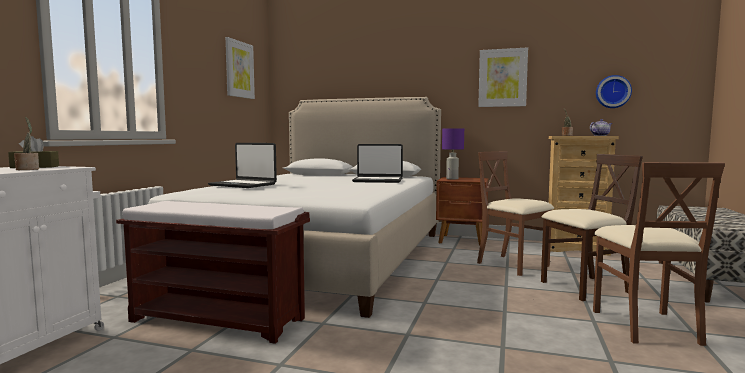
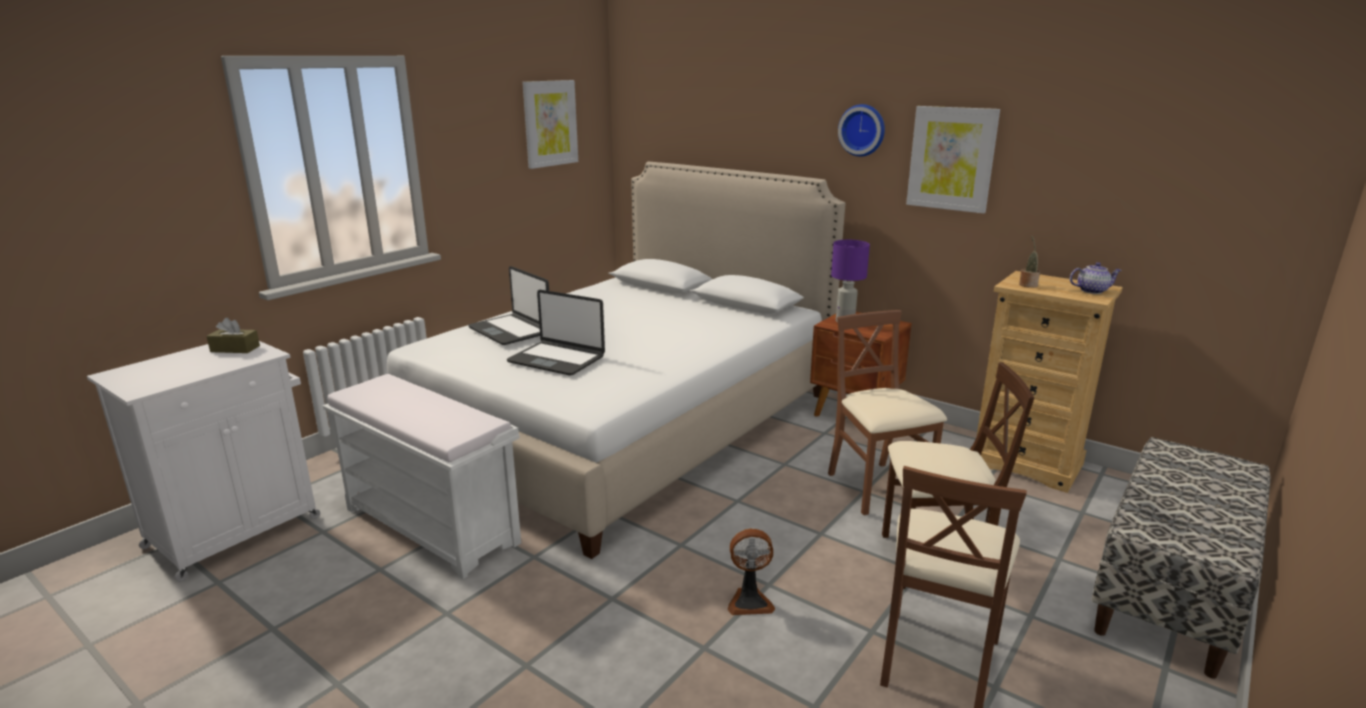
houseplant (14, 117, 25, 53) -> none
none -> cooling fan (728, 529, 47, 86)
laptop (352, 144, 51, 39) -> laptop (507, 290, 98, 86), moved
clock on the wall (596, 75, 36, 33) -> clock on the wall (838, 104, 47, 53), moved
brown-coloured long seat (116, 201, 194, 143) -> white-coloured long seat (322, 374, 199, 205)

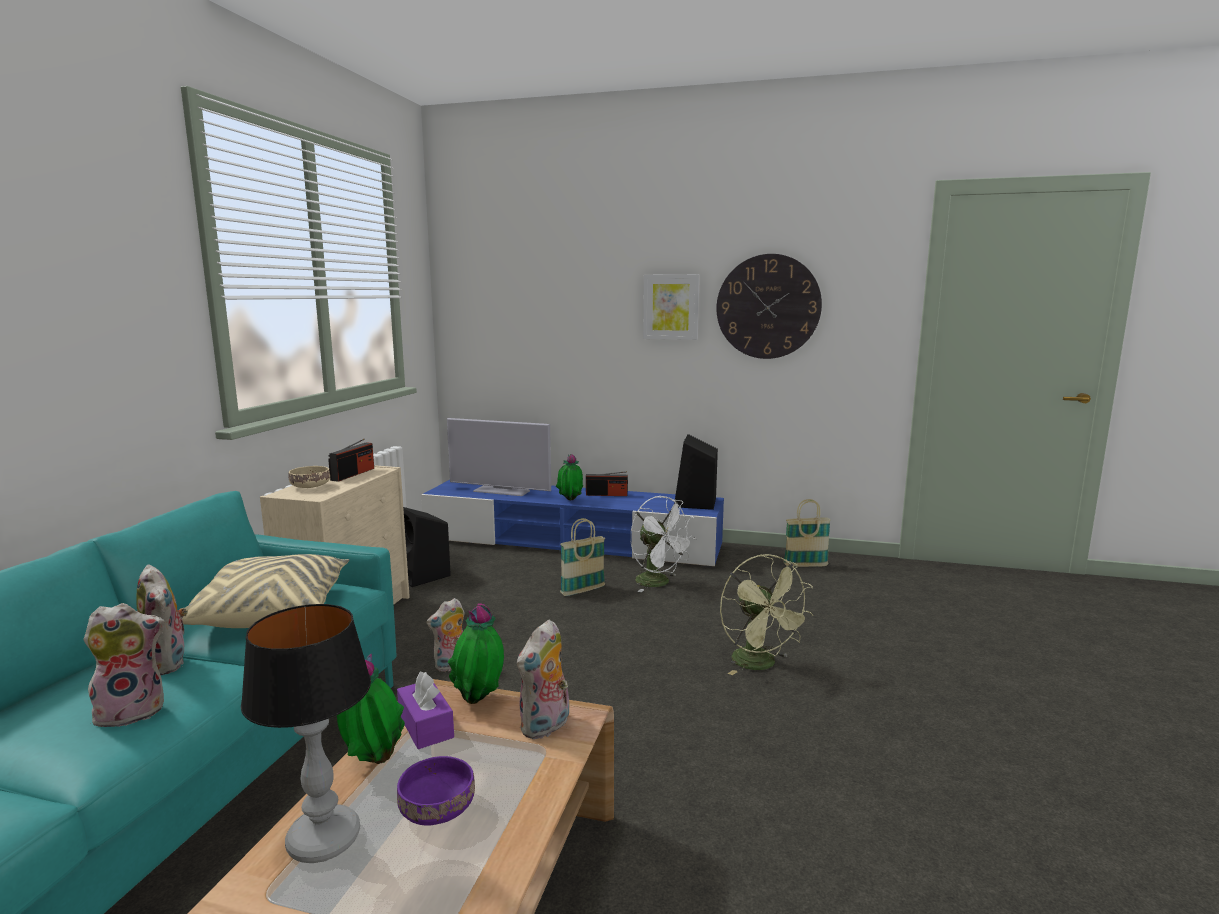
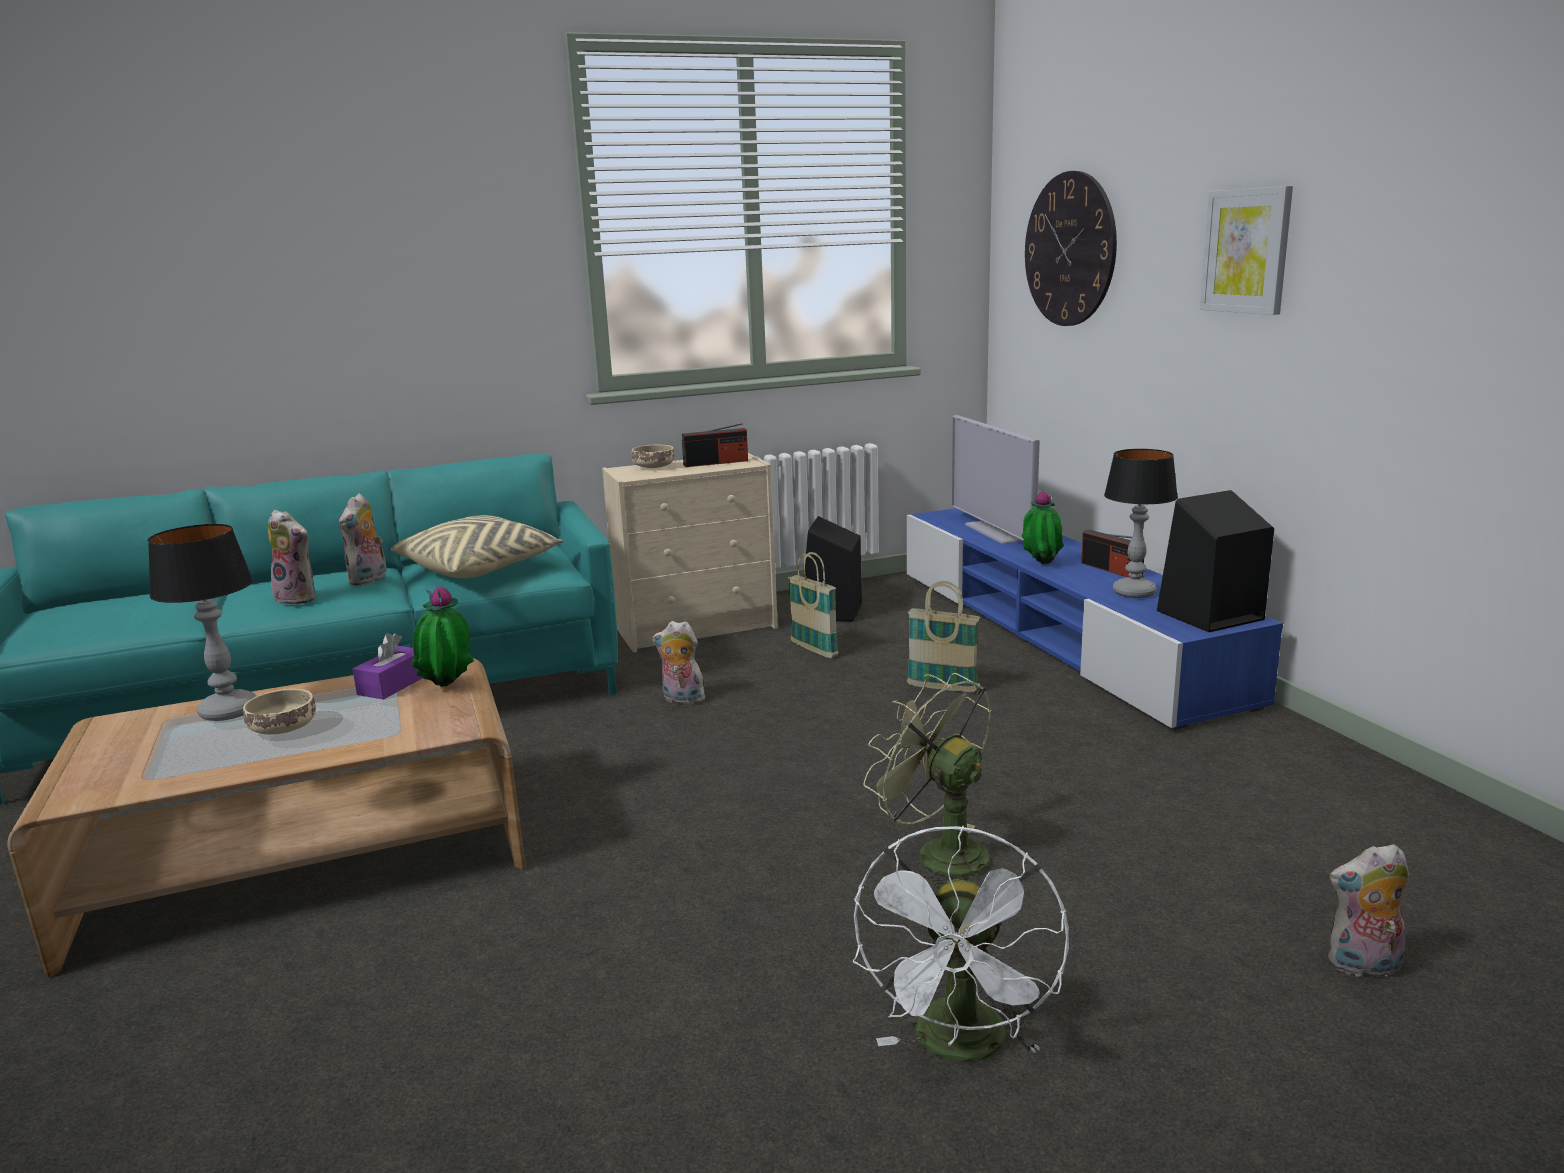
houseplant (337, 654, 68, 110) -> none
none -> tabletop lamp (1104, 449, 74, 149)
cuddly toy (517, 620, 52, 119) -> cuddly toy (1328, 844, 81, 137), moved
white-coloured cooling fan (630, 496, 66, 96) -> white-coloured cooling fan (852, 826, 217, 236), moved
clock on the wall (716, 254, 106, 105) -> clock on the wall (1025, 171, 92, 155), moved
household basket (784, 499, 47, 68) -> household basket (788, 552, 50, 106), moved
purple-coloured bowl (397, 756, 78, 70) -> beige-coloured bowl (243, 689, 73, 45)
green-coloured cooling fan (720, 554, 94, 121) -> green-coloured cooling fan (863, 673, 129, 217), 105 degrees clockwise

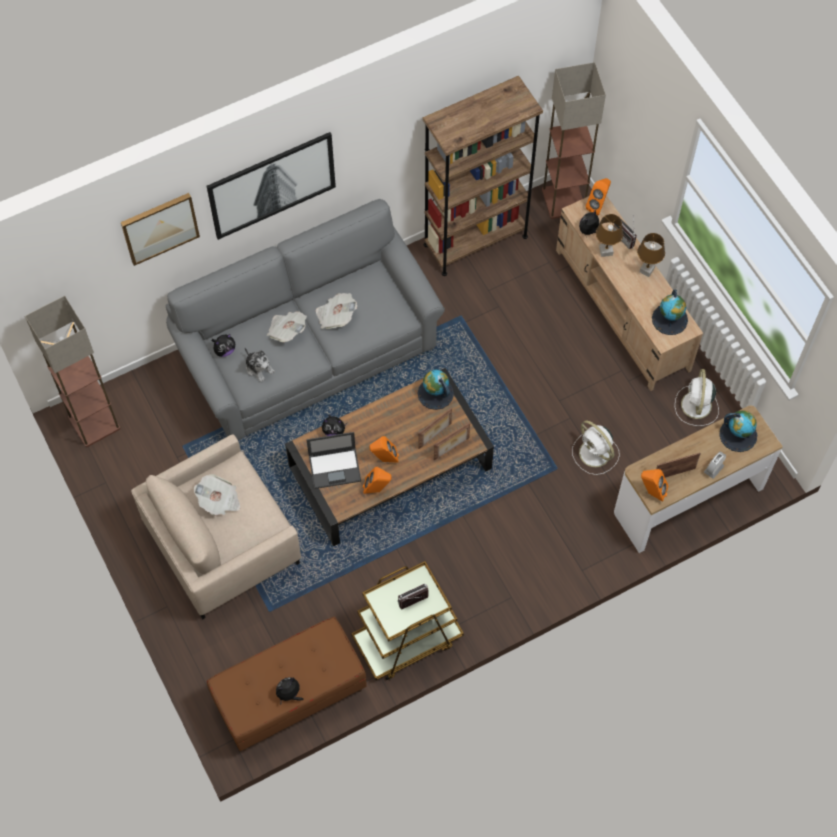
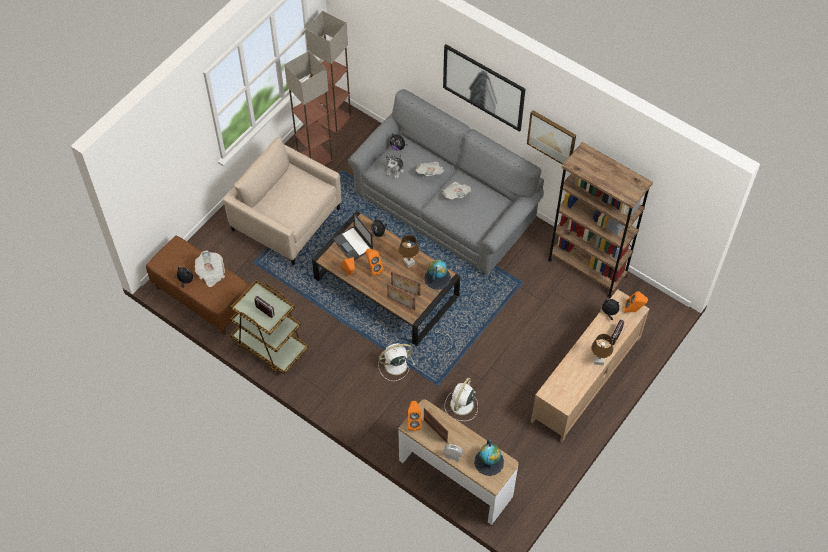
desk globe (652, 290, 36, 45) -> none
picture (121, 193, 79, 73) -> picture (527, 110, 49, 55), moved
printed paper (194, 474, 47, 42) -> printed paper (195, 250, 30, 37), moved
standard lamp (542, 62, 64, 157) -> standard lamp (284, 51, 50, 115), moved
brown-coloured tabletop lamp (596, 214, 27, 43) -> brown-coloured tabletop lamp (399, 235, 20, 33), moved
white-coloured cooling fan (675, 369, 44, 57) -> white-coloured cooling fan (378, 343, 37, 38), moved

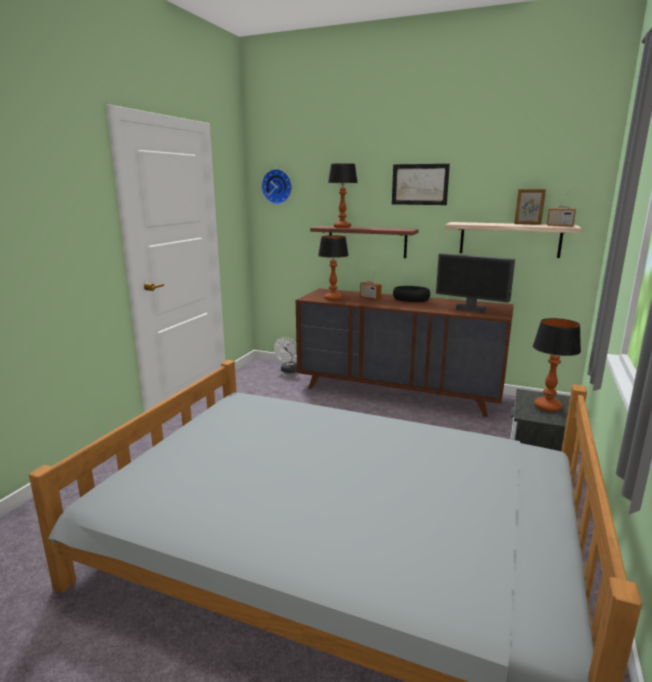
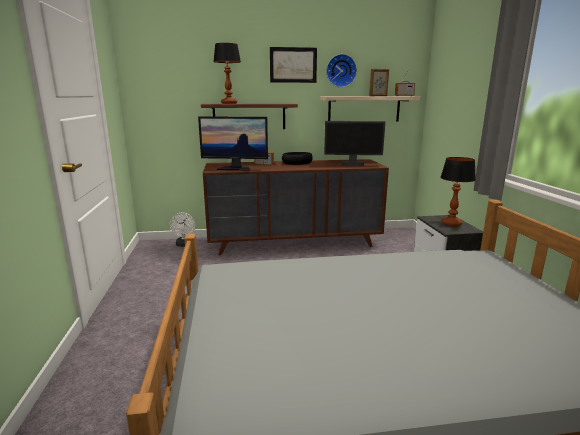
clock on the wall (261, 169, 31, 36) -> clock on the wall (326, 54, 31, 34), moved
tabletop lamp (318, 236, 31, 65) -> monitor (198, 116, 70, 55)

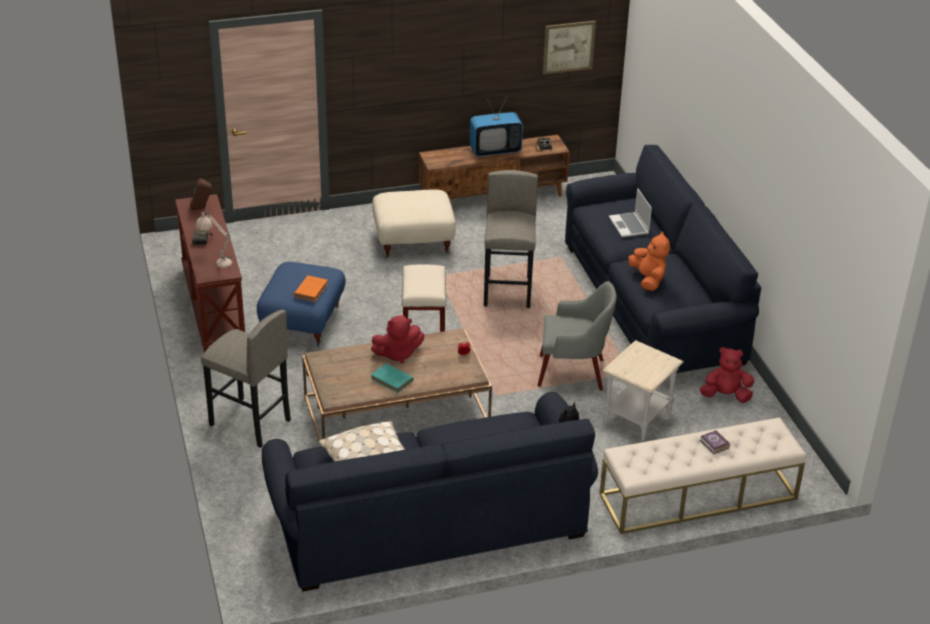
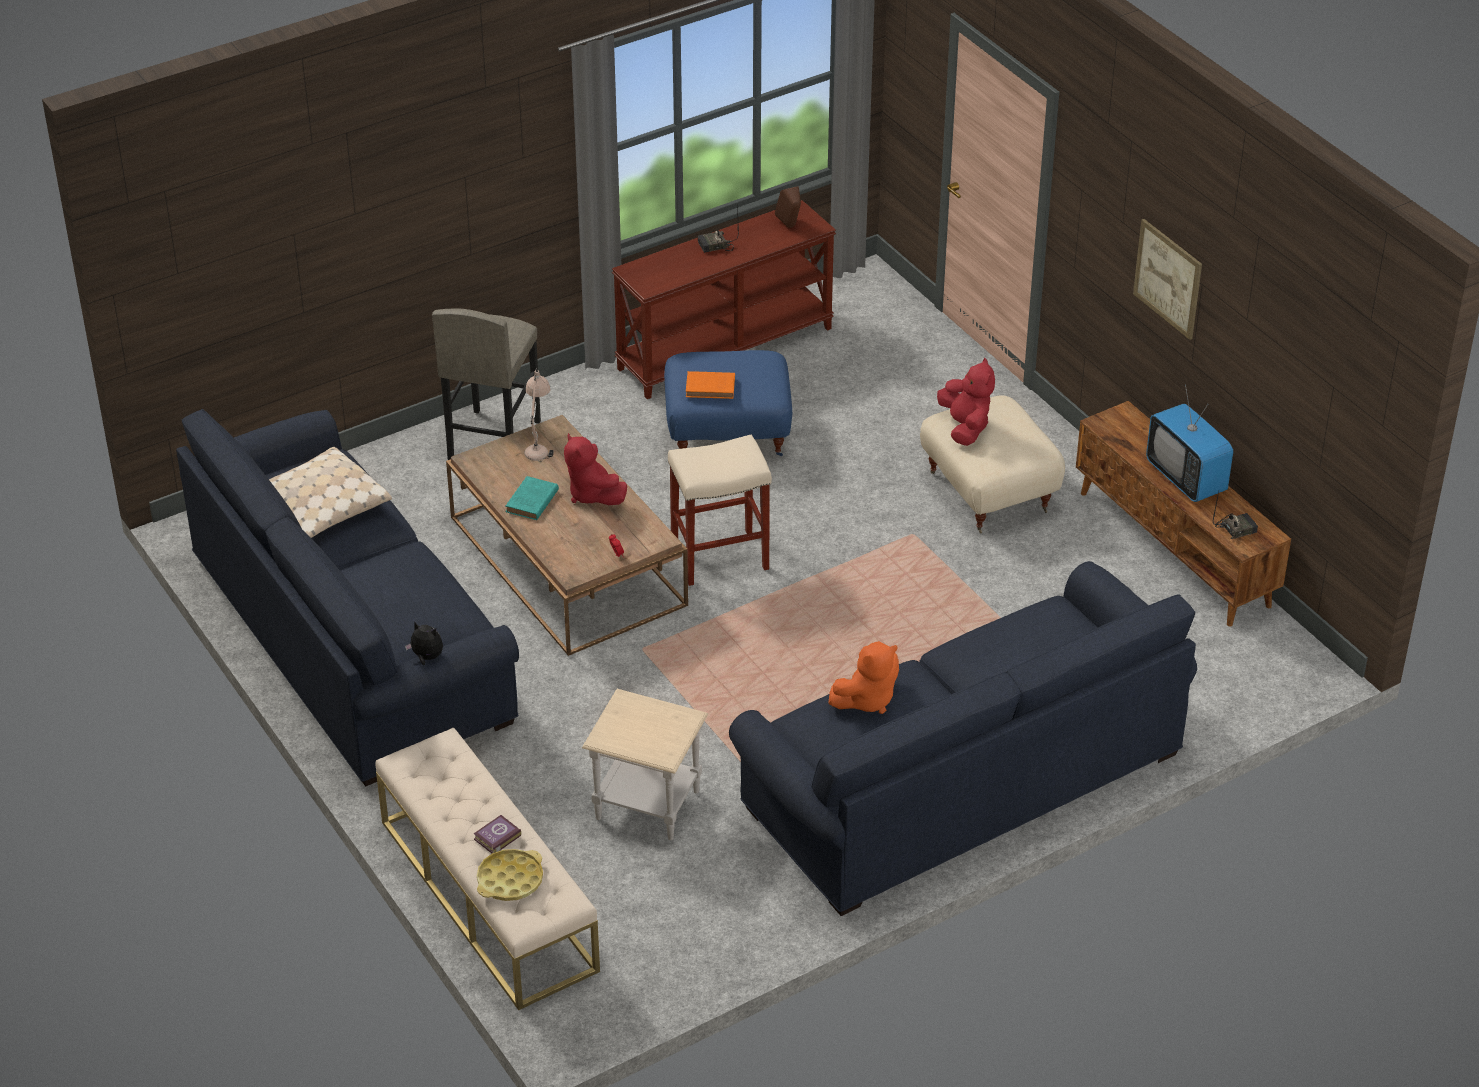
greyish stool (484, 170, 54, 138) -> none
greyish easy chair (537, 281, 80, 110) -> none
laptop (609, 188, 43, 49) -> none
none -> yellow-coloured serving tray (477, 849, 66, 52)
beige-coloured tabletop lamp (195, 210, 39, 58) -> beige-coloured tabletop lamp (525, 368, 29, 94), moved
picture (543, 21, 53, 54) -> picture (1133, 219, 69, 121), moved
red cuddly toy (700, 347, 54, 56) -> red cuddly toy (937, 358, 58, 88), moved

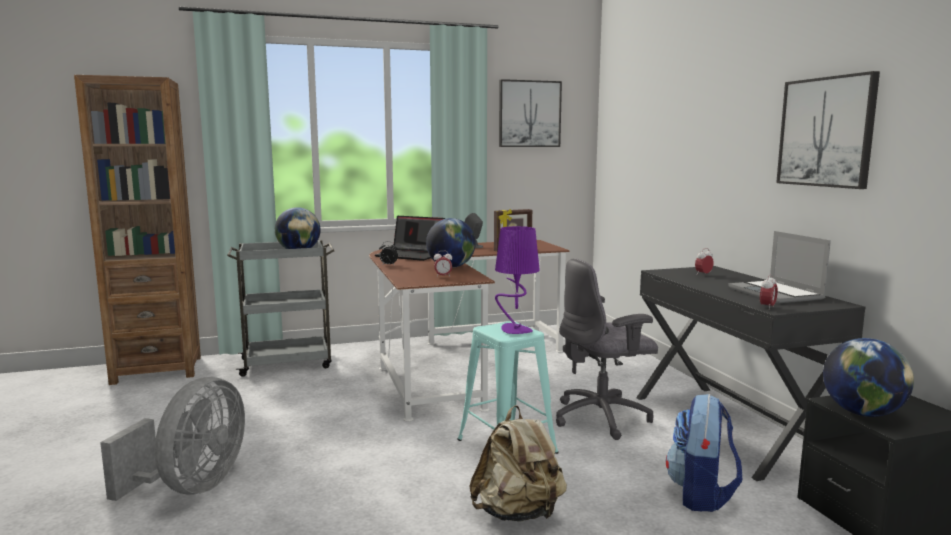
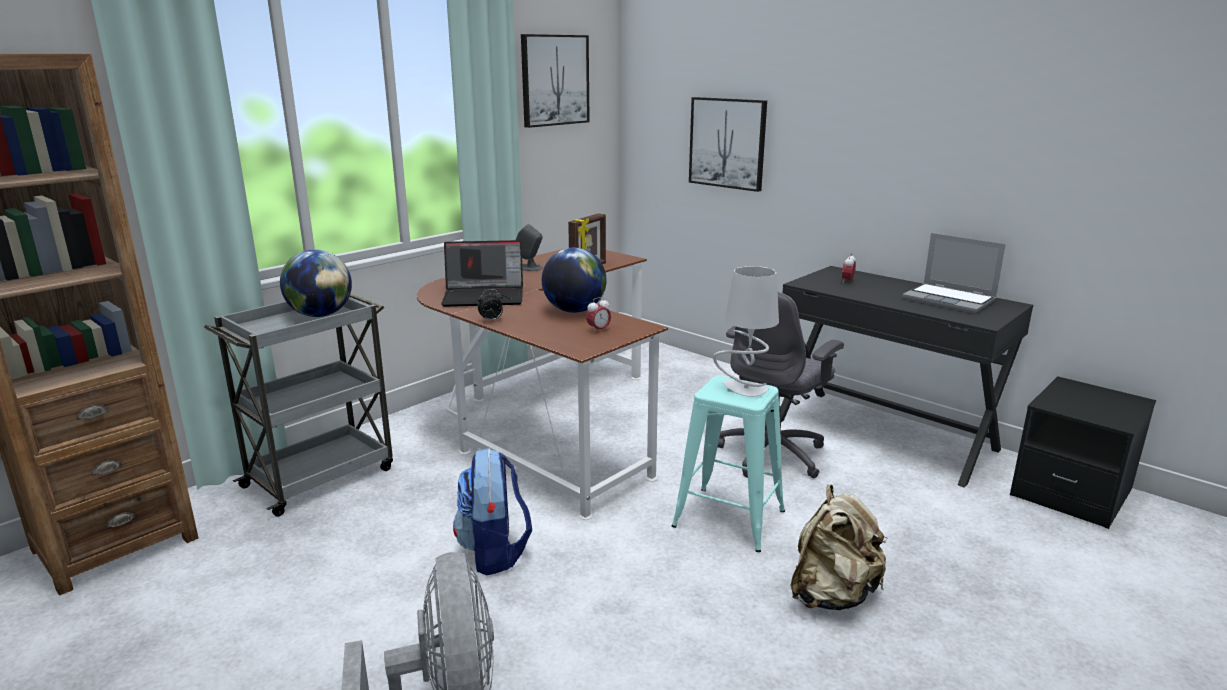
bedside clock (760, 274, 18, 36) -> none
desk globe (823, 338, 91, 79) -> none
rucksack (666, 394, 76, 118) -> rucksack (453, 448, 79, 127), moved
picture (776, 71, 104, 118) -> picture (689, 97, 78, 95), moved
purple-coloured tabletop lamp (495, 226, 45, 108) -> greyish tabletop lamp (713, 266, 66, 131)

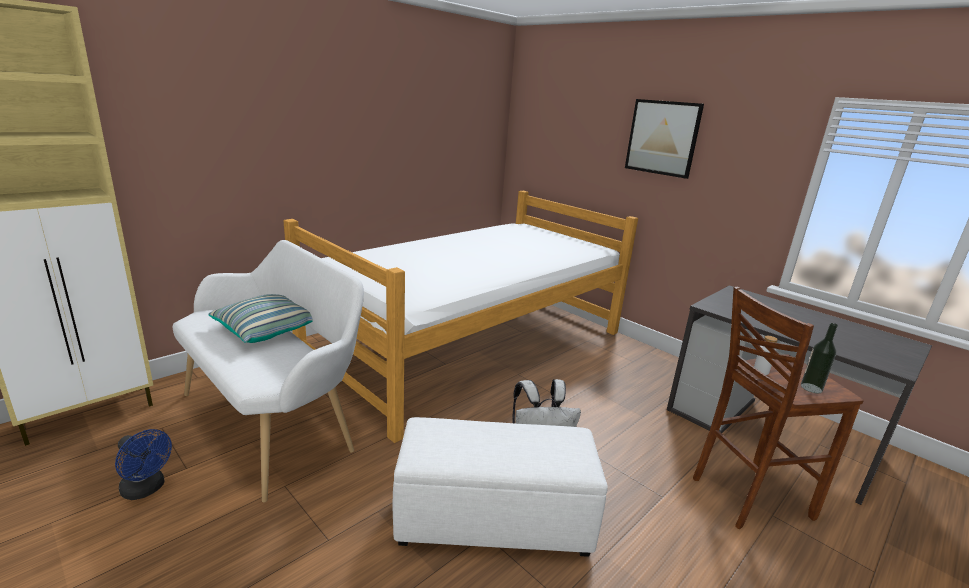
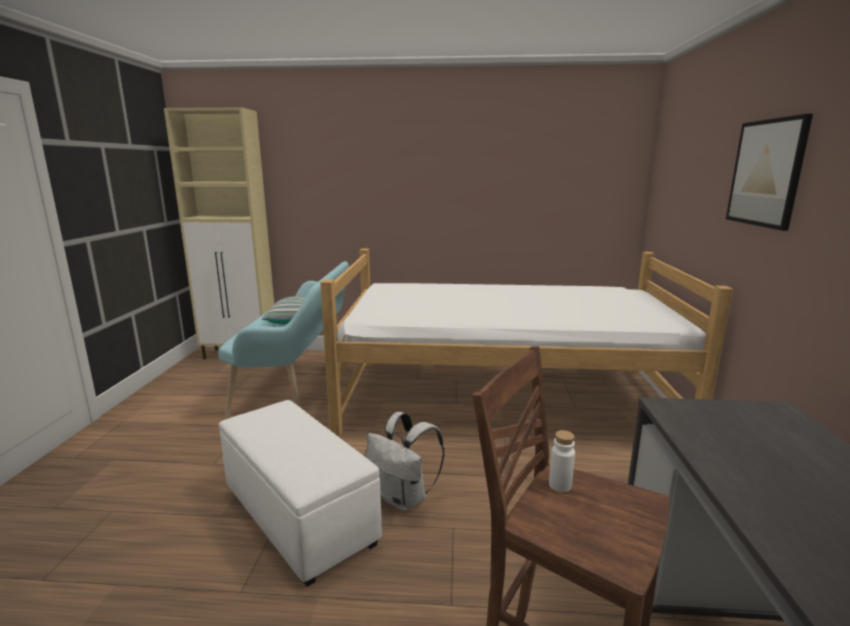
blue cooling fan (115, 429, 57, 71) -> none
beverage bottle (801, 323, 37, 70) -> none
white-coloured long seat (173, 240, 191, 262) -> turquoise long seat (218, 261, 131, 159)

